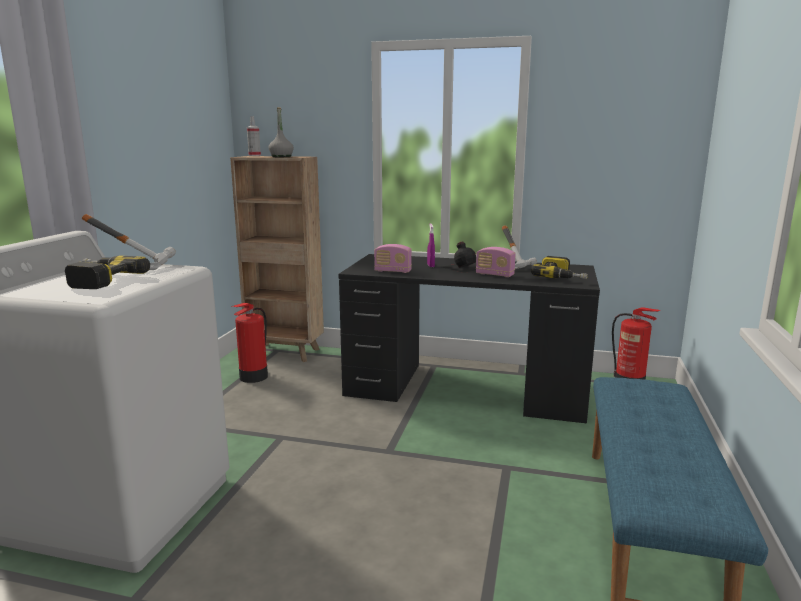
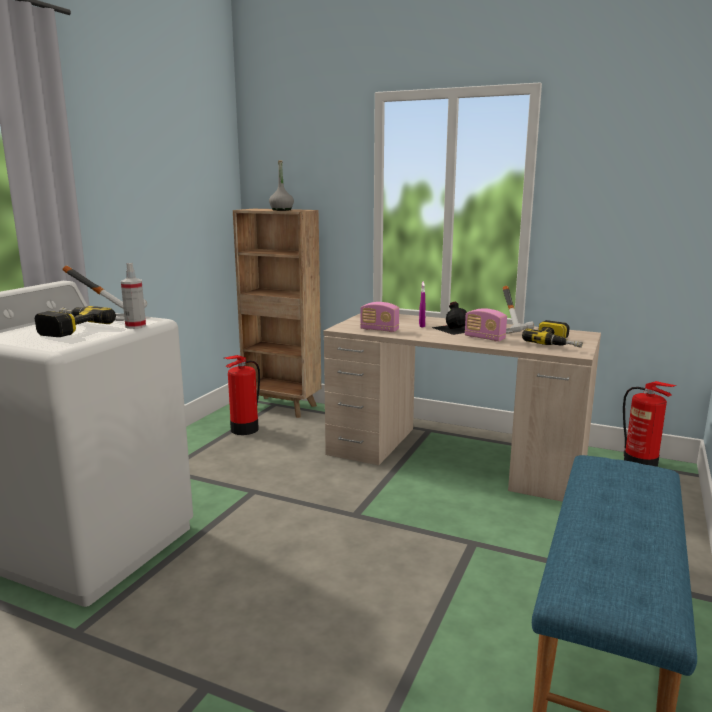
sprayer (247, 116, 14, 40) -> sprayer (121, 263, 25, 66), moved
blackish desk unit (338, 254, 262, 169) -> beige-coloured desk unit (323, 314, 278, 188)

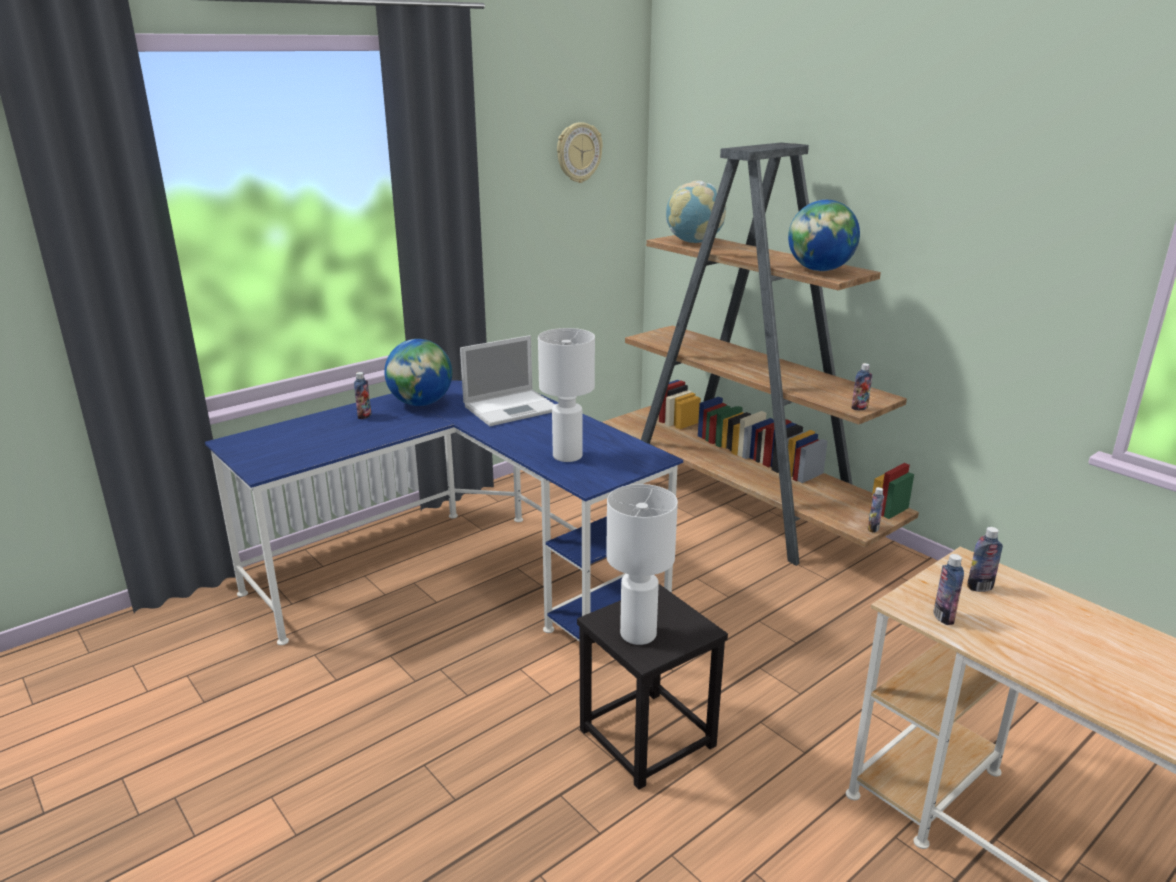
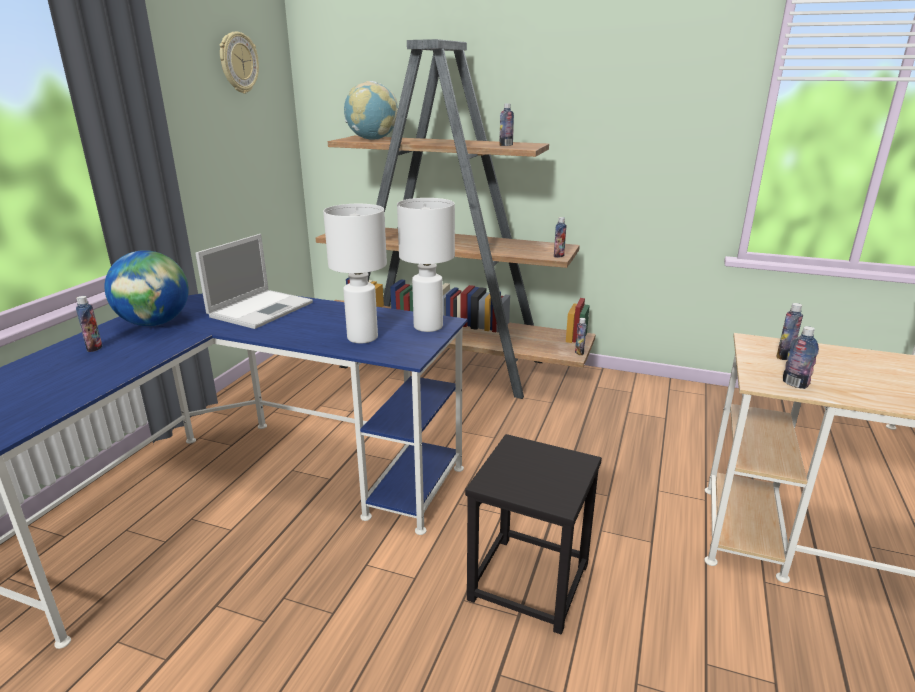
white-coloured tabletop lamp (606, 484, 72, 161) -> white-coloured tabletop lamp (397, 198, 58, 134), moved
desk globe (788, 200, 72, 71) -> beverage bottle (499, 103, 15, 43)

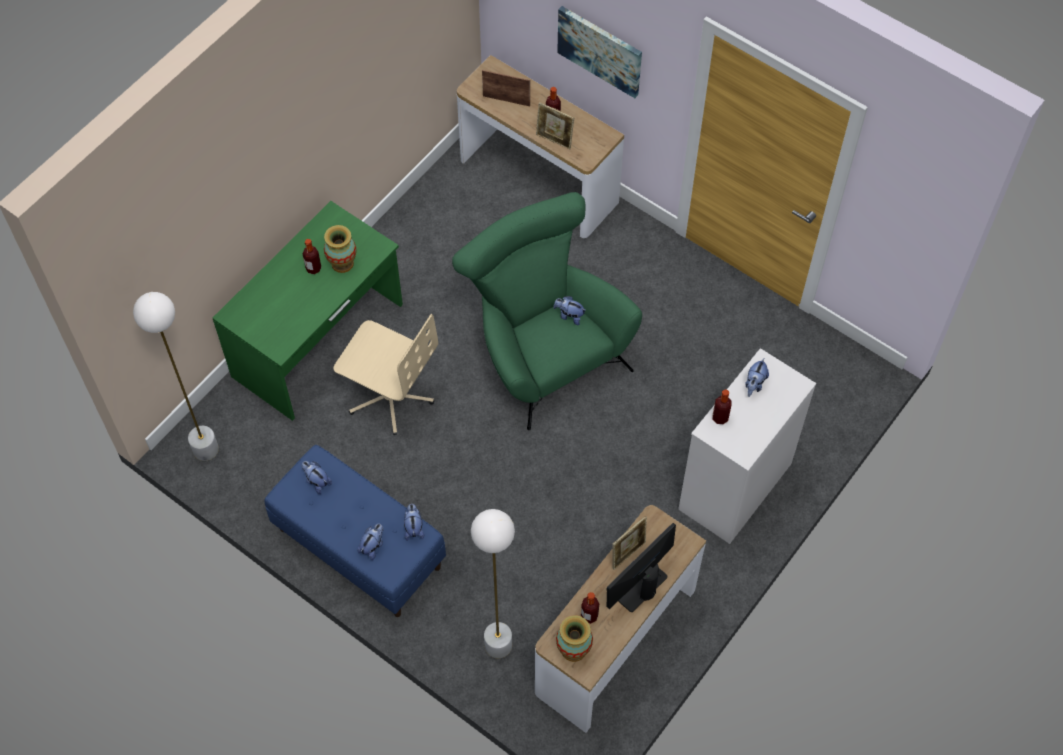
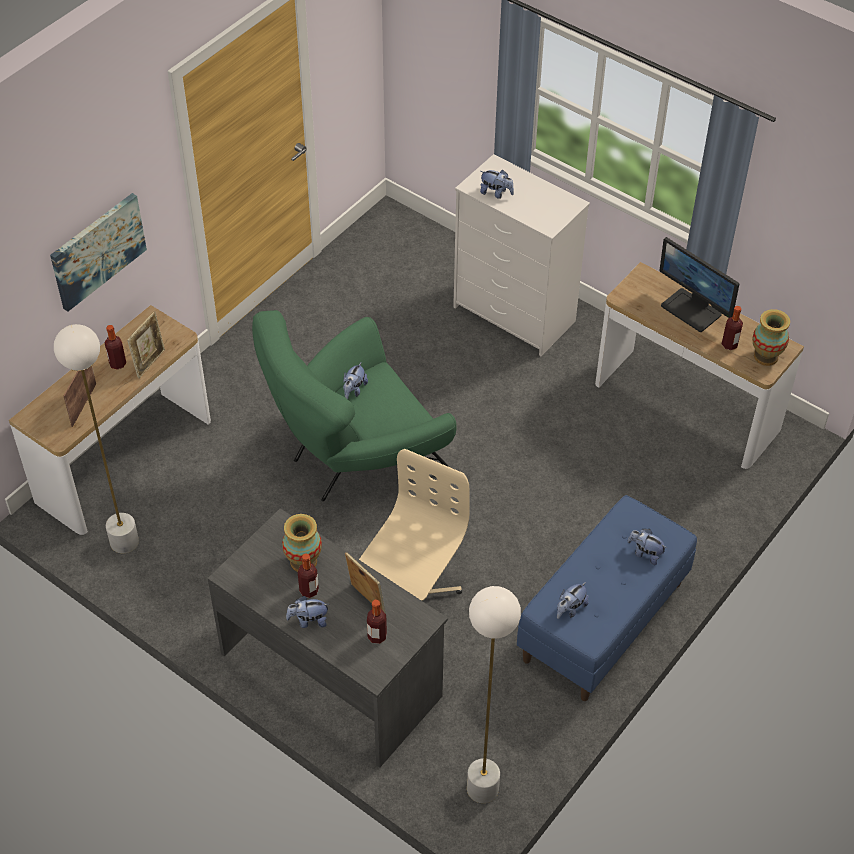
cuddly toy (404, 504, 20, 37) -> cuddly toy (286, 596, 44, 32), moved
white-coloured standard lamp (471, 509, 44, 149) -> white-coloured standard lamp (54, 324, 85, 229), moved
standing frame (612, 516, 35, 54) -> standing frame (345, 552, 41, 62), moved
beverage bottle (712, 389, 20, 35) -> beverage bottle (367, 600, 20, 44), moved
green-coloured desk unit (213, 201, 190, 220) -> greyish desk unit (208, 508, 240, 260)

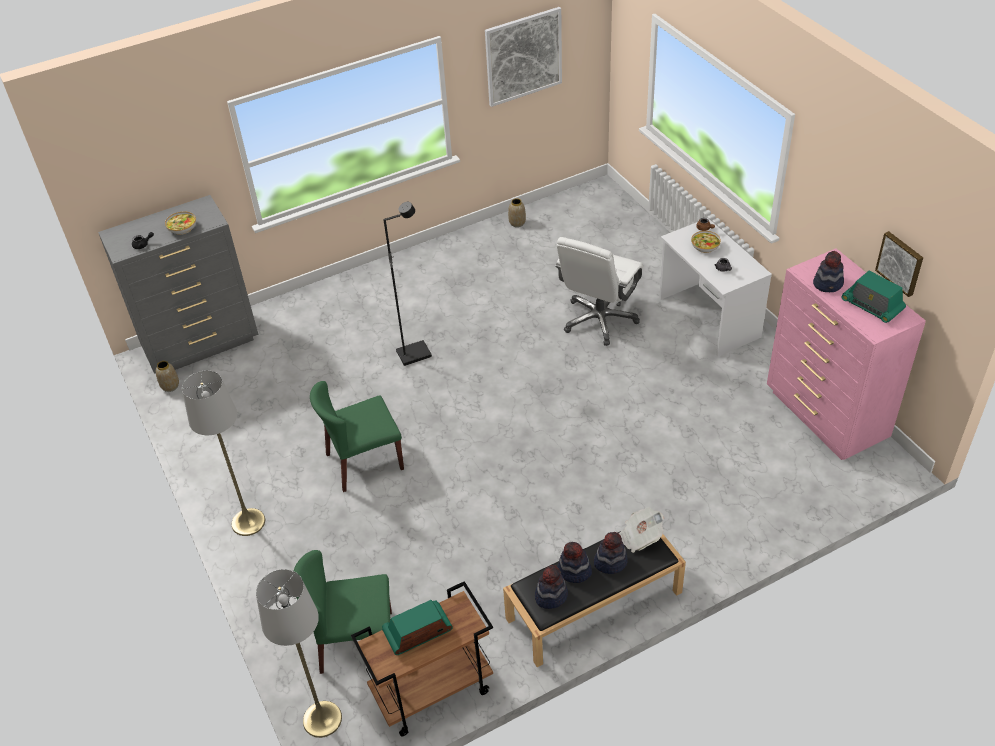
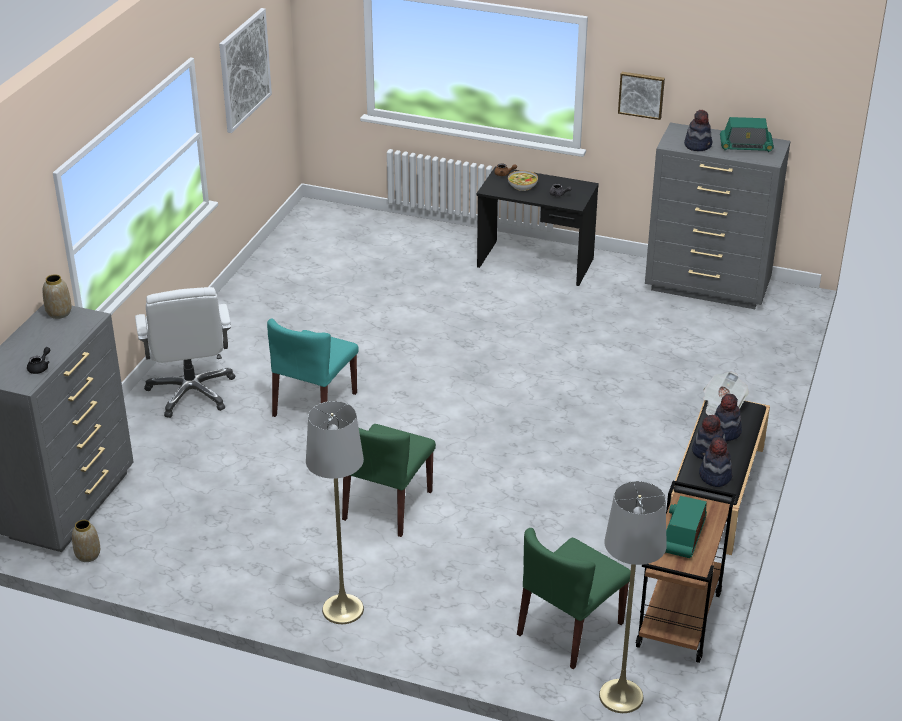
bowl (165, 212, 31, 23) -> none
vase (508, 198, 18, 29) -> vase (43, 274, 29, 45), moved
white-coloured desk chair (555, 237, 88, 109) -> white-coloured desk chair (135, 287, 100, 131), moved
picture (875, 231, 48, 66) -> picture (618, 72, 47, 48), moved
blackish standard lamp (383, 202, 49, 164) -> turquoise chair (267, 319, 92, 98)
white-coloured desk unit (659, 218, 113, 139) -> blackish desk unit (477, 166, 122, 120)
pink dresser (767, 248, 159, 212) -> greyish dresser (645, 123, 146, 186)

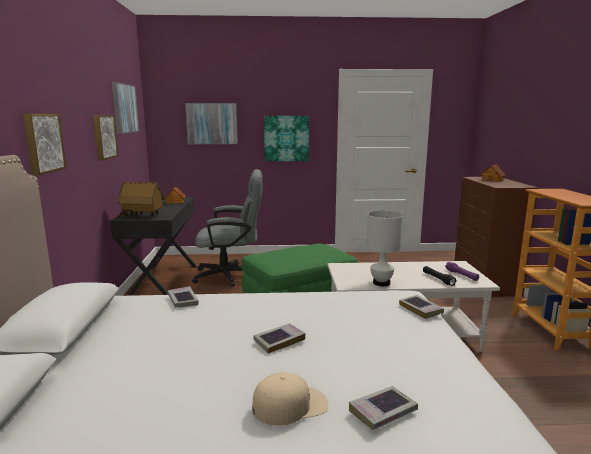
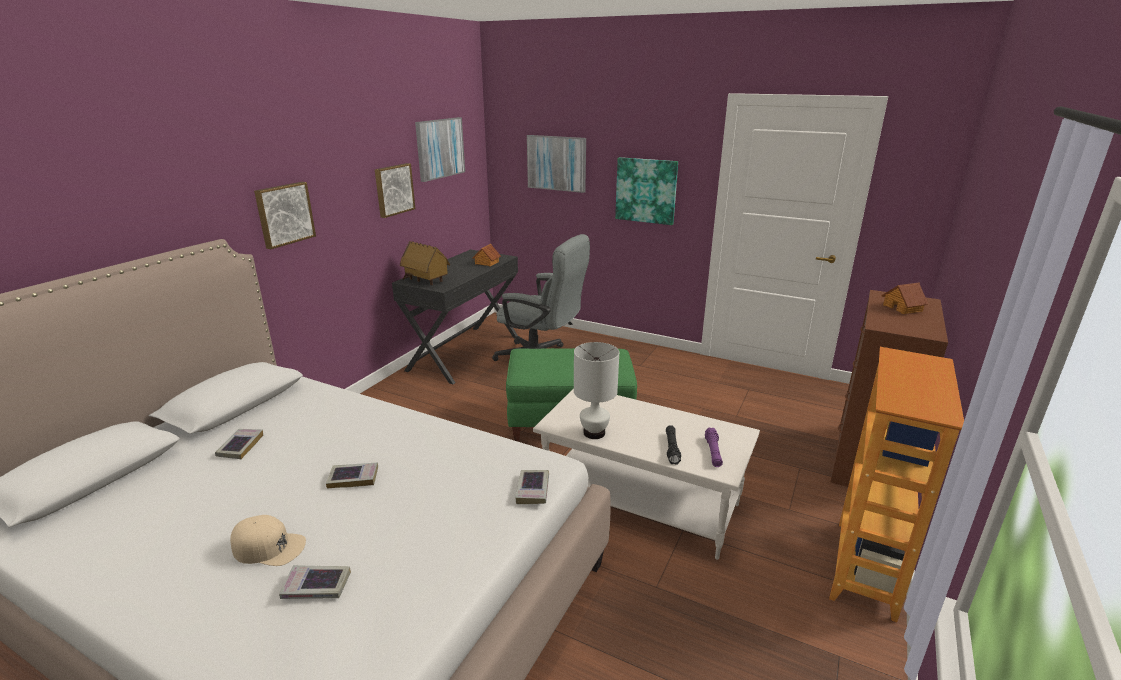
volume (168, 286, 30, 22) -> volume (215, 429, 48, 30), moved

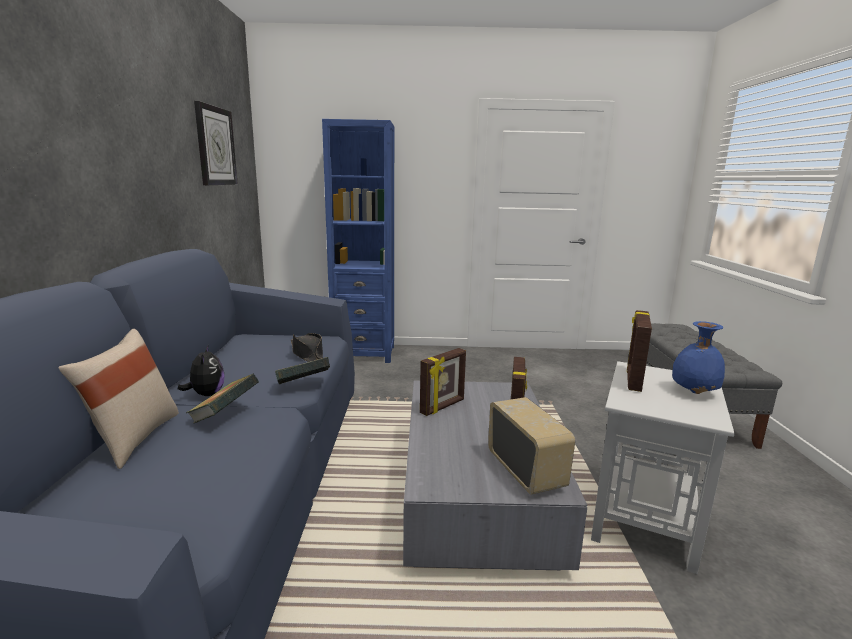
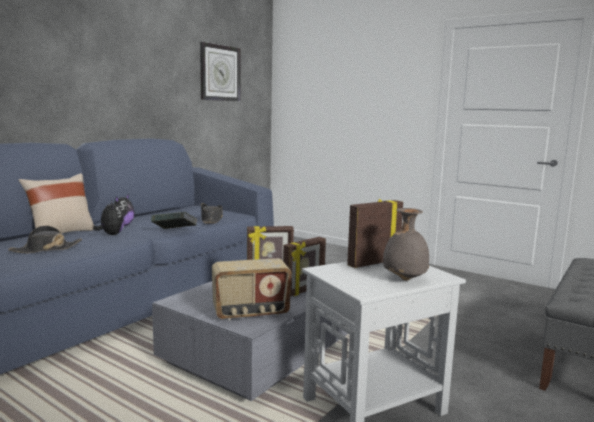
blue bookcase (322, 119, 72, 244) -> none
none -> blackish wearable hat (8, 225, 74, 28)
volume (186, 374, 73, 49) -> cuddly toy (93, 200, 31, 35)
blue vase (672, 321, 53, 73) -> greyish vase (383, 208, 46, 73)
radio set (488, 397, 87, 98) -> radio set (212, 258, 80, 63), 60 degrees clockwise

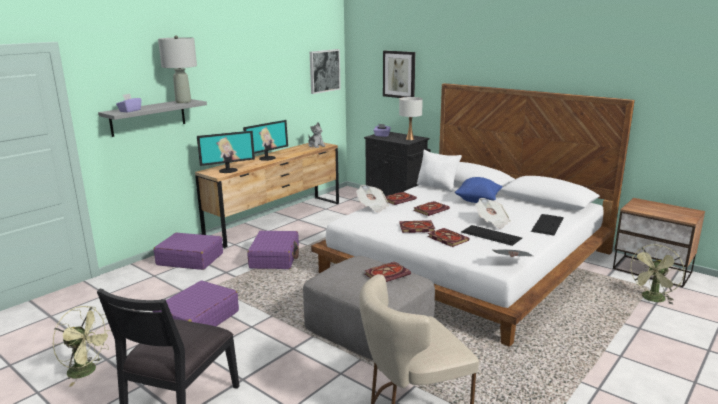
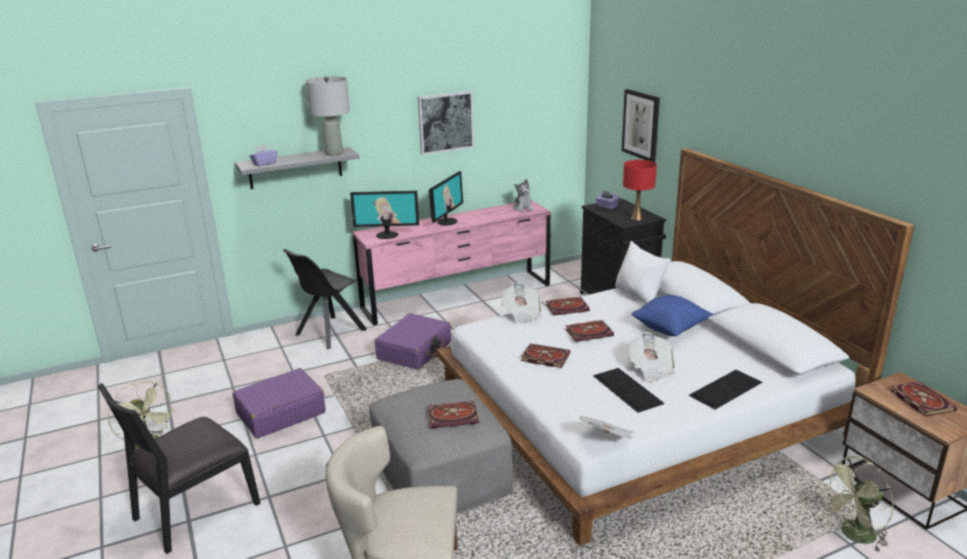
picture (310, 49, 31, 45) -> picture (418, 91, 56, 64), moved
volume (428, 228, 42, 19) -> volume (890, 381, 67, 36), moved
purple-coloured travel case (153, 233, 70, 37) -> blackish chair (283, 249, 84, 100)
brown-coloured dresser (195, 143, 144, 105) -> pink dresser (353, 200, 198, 125)
white-coloured tabletop lamp (399, 97, 24, 43) -> red tabletop lamp (623, 160, 34, 60)
monitor (243, 120, 45, 41) -> monitor (429, 171, 34, 55), 45 degrees counterclockwise

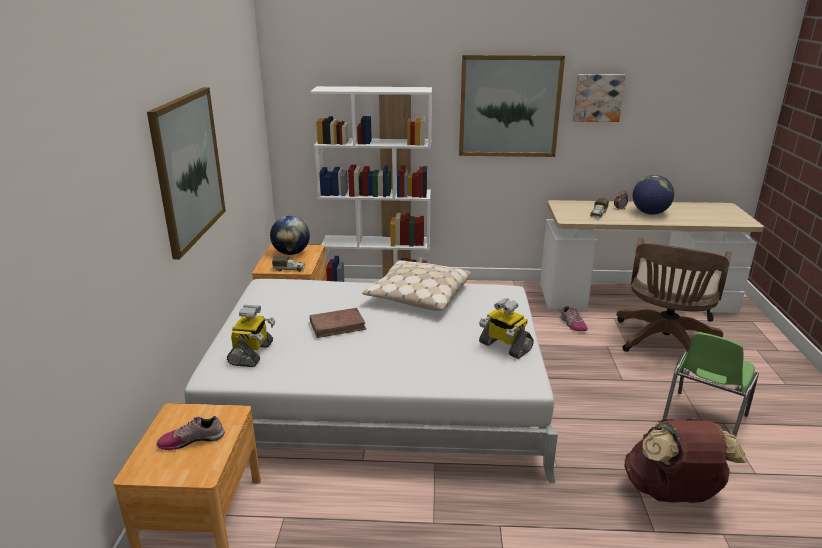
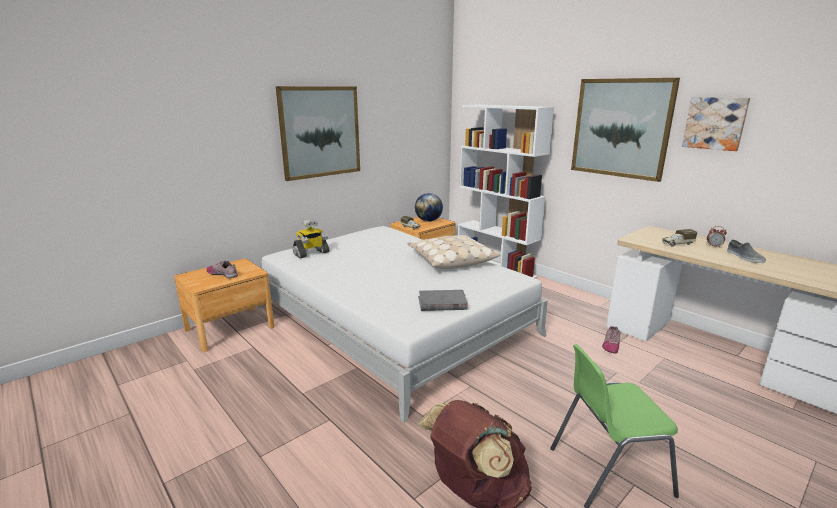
brown-coloured volume (310, 308, 57, 30) -> none
brown-coloured desk chair (616, 238, 116, 114) -> none
toy robot (479, 298, 55, 61) -> greyish volume (418, 290, 50, 21)
desk globe (632, 175, 42, 40) -> greyish low shoe (727, 240, 39, 23)

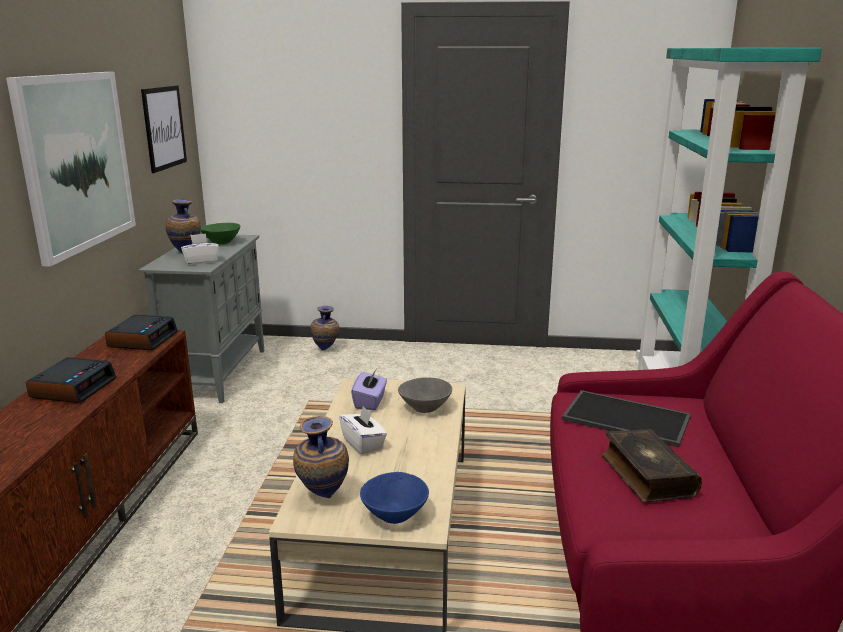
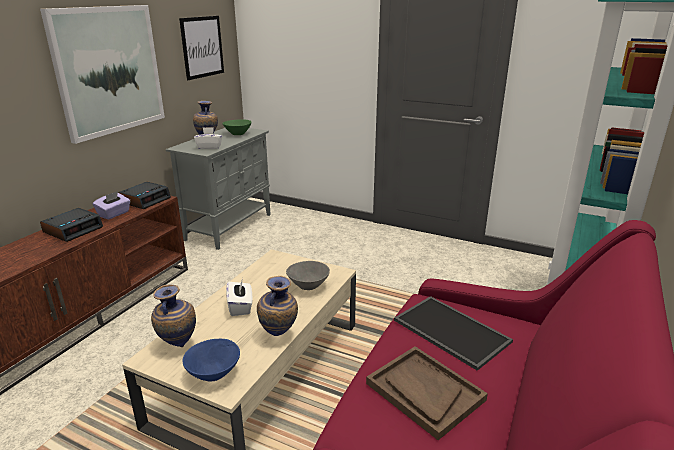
vase (311, 305, 28, 45) -> vase (257, 276, 41, 60), moved
purple-coloured box of tissues (351, 370, 36, 40) -> purple-coloured box of tissues (93, 191, 37, 29), moved
volume (602, 429, 100, 74) -> brown-coloured serving tray (366, 346, 122, 94)

